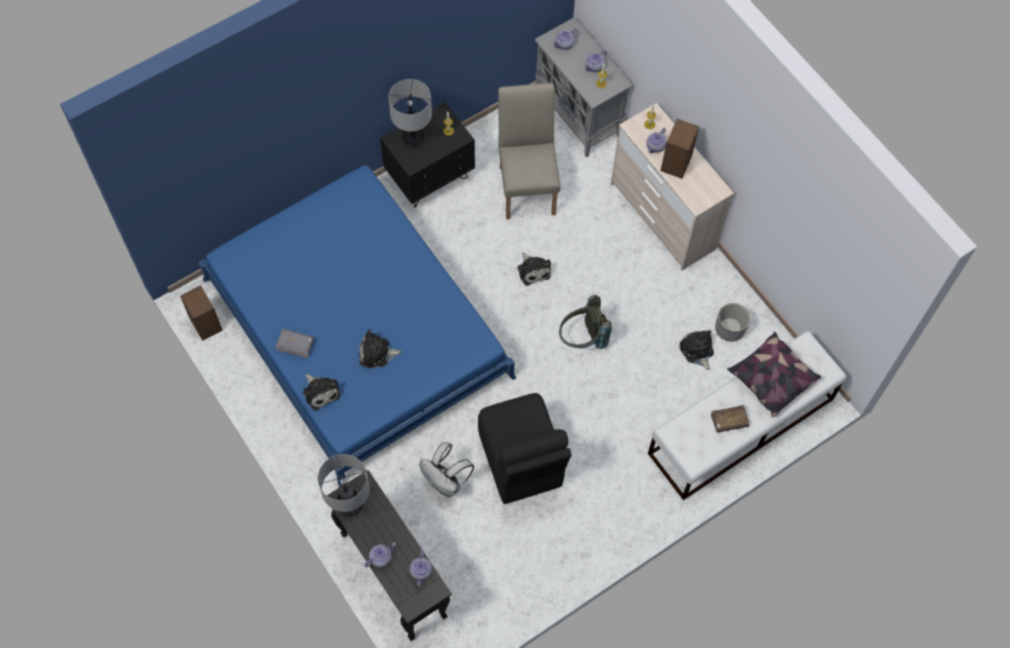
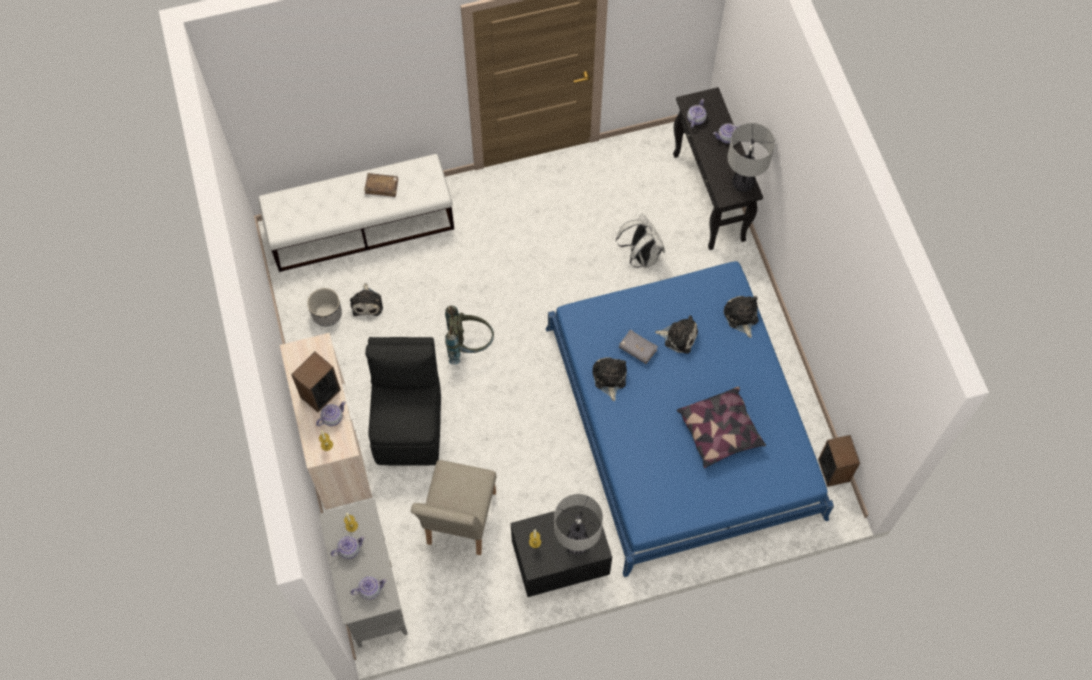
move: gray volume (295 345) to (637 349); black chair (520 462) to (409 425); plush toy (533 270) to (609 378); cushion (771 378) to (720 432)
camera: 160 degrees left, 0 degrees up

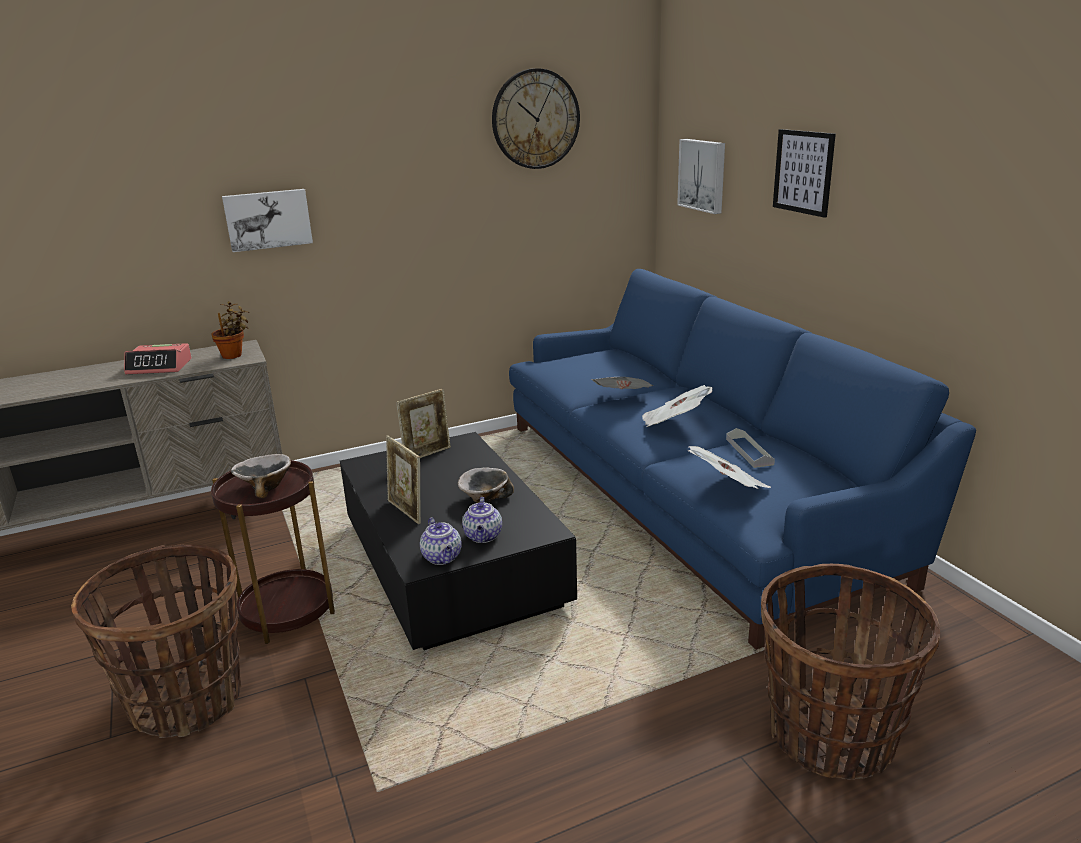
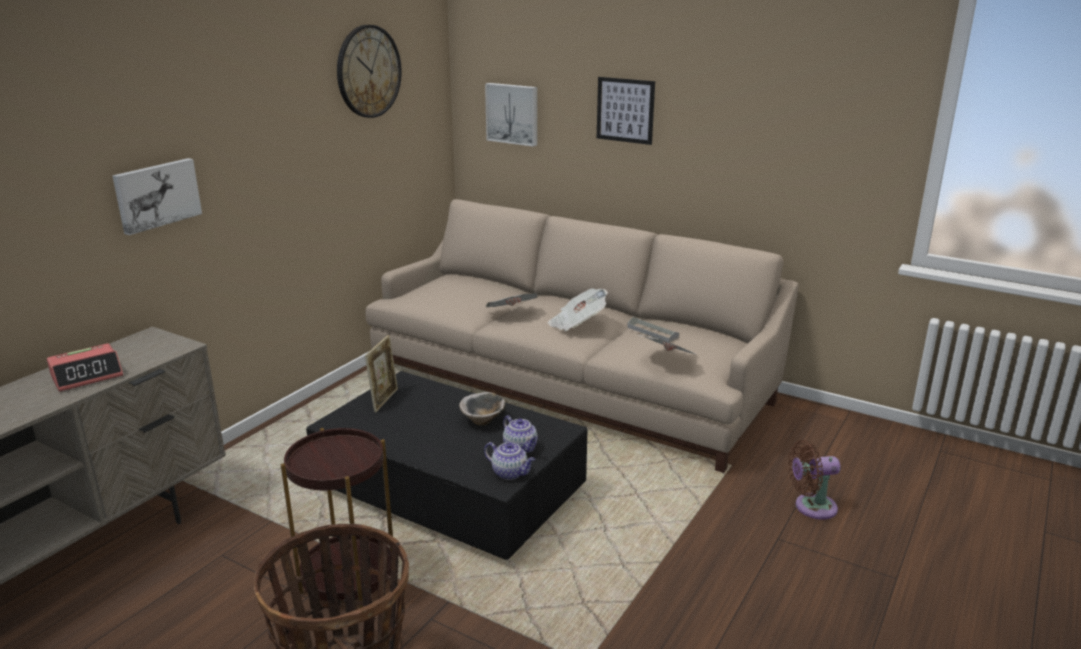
delete: houseplant (234 355); serving bowl (265 487); picture frame (406 511)
replace: storage basket (830 737) to brown-coloured cooling fan (811 507)
recolor: blue couch (688 492) to beige-coloured couch (570 381)
camera: 35 degrees left, 0 degrees up

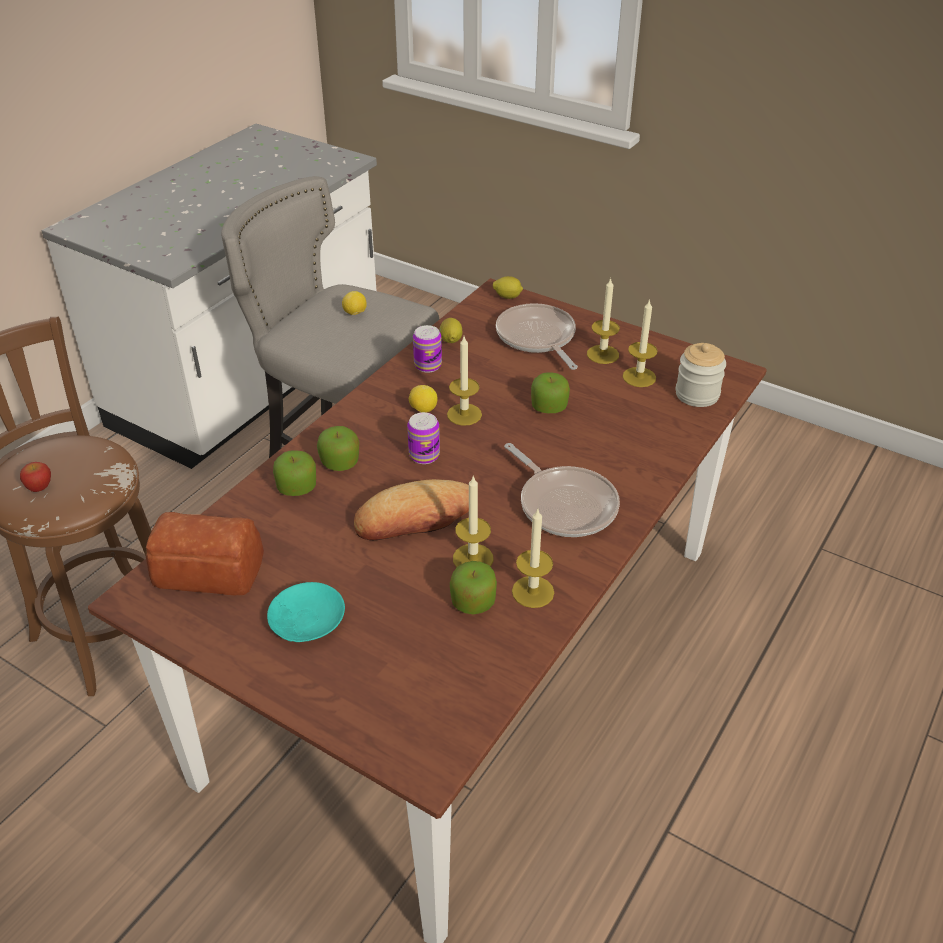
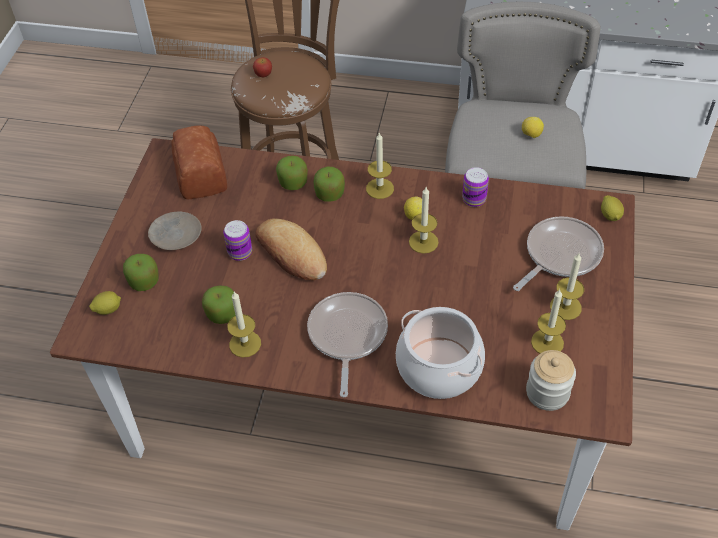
insert: stockpot (439 367)
move: metal can (424 455) to (240 252); lemon (450 341) to (108 309); candle (473 558) to (379 188); apple fruit (549 407) to (144 281)
recolor: turquoise plate (306 619) to beige-coloured plate (175 235)
rotate: skillet (564 504) = (347 336) 150 degrees clockwise
camera: 70 degrees right, 10 degrees up

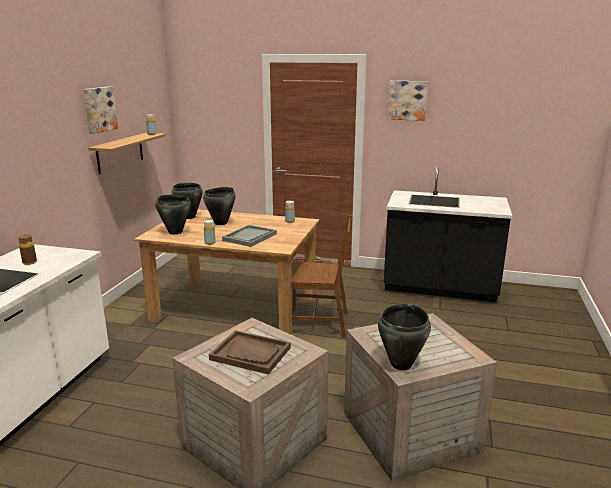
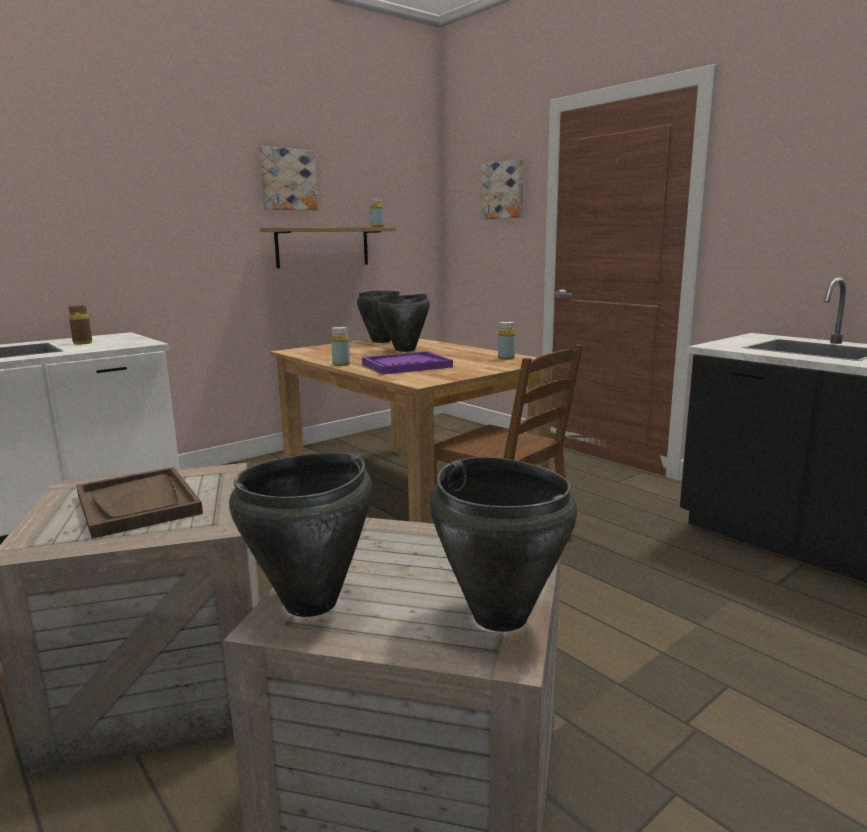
move: black stockpot (175 232) to (500 615); wall picture (407 100) to (503 190)
recolor: gray serving tray (250 237) to purple serving tray (406 366)
camera: 35 degrees right, 5 degrees down

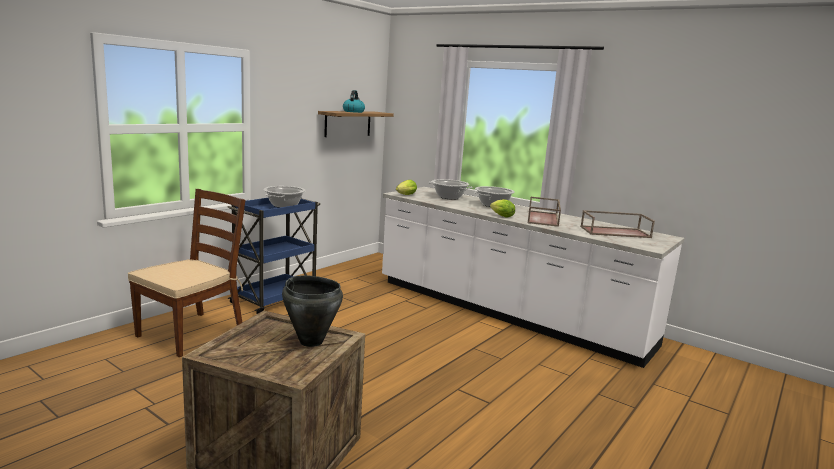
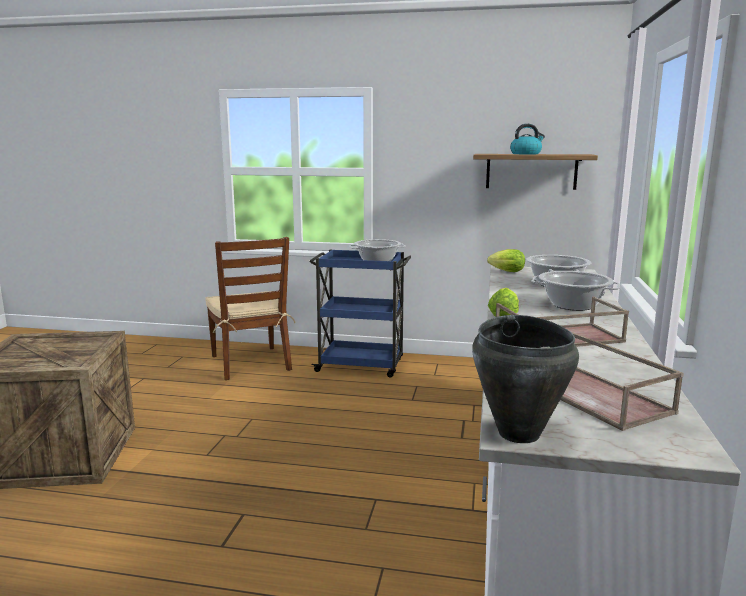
move: black stockpot (311 341) to (519 433)
rotate: brown-coloured chair (191 333) = (251 363) 60 degrees clockwise
camera: 65 degrees right, 0 degrees up

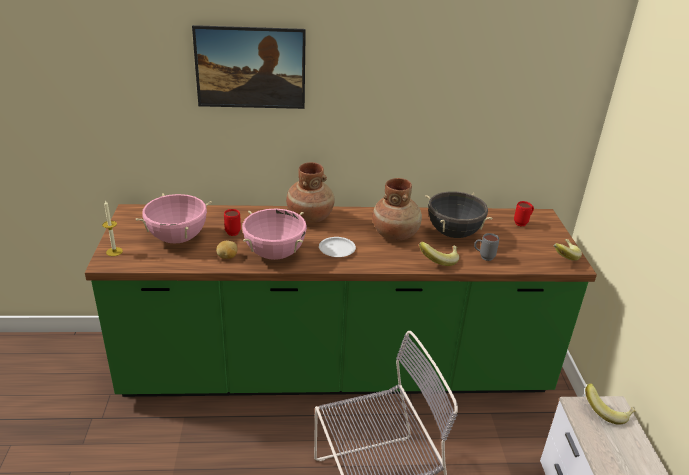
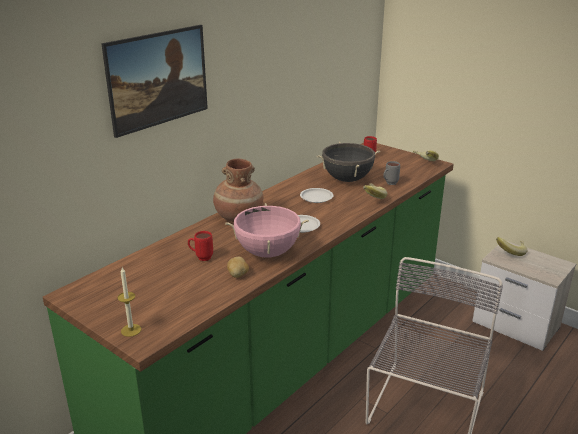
delete: pinkish stockpot (178 238)
replace: brown-coloured vase (395 234) to whitish plate (316 197)
camera: 45 degrees left, 5 degrees down

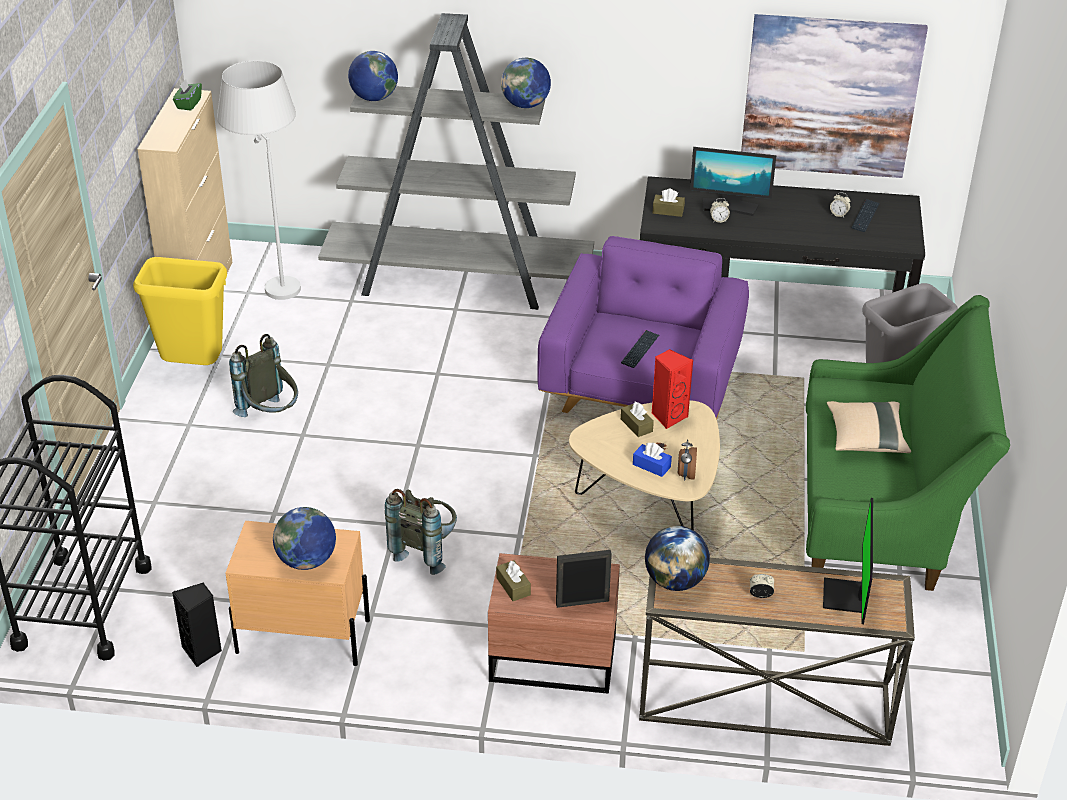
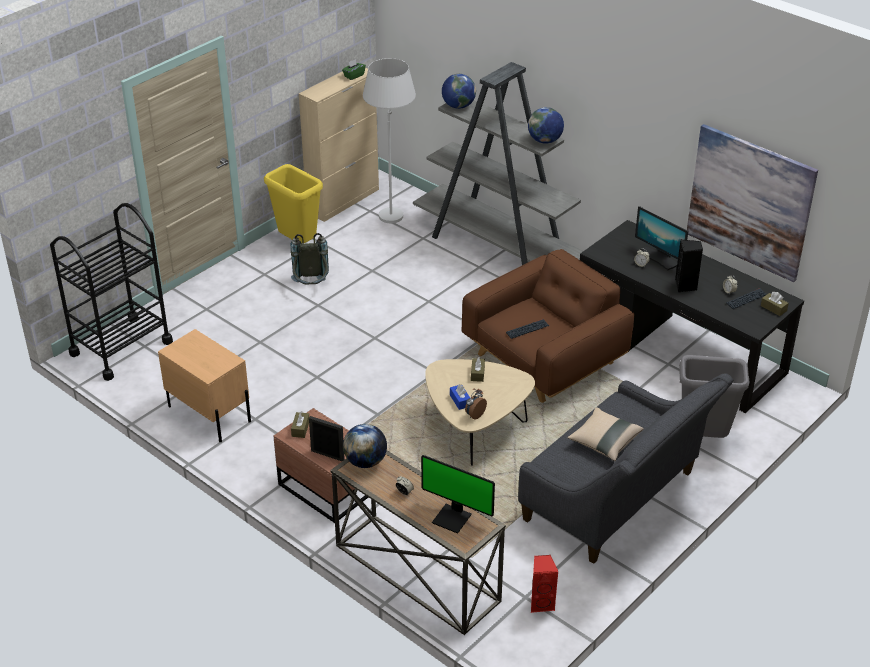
delete: world globe (306 561); gray backpack (425 550)
move: black audio speaker (202 651) to (686 286); red-coloured audio speaker (668 416) to (541 603); brown-coloured tissue box (668 211) to (773 308)
recolor: purple armchair (641 385) to brown-coloured armchair (544 359); green-coloured couch (882 509) to gray couch (617 501)
rotate: computer display (847 597) = (453 518) 105 degrees counterclockwise
camera: 35 degrees right, 0 degrees up

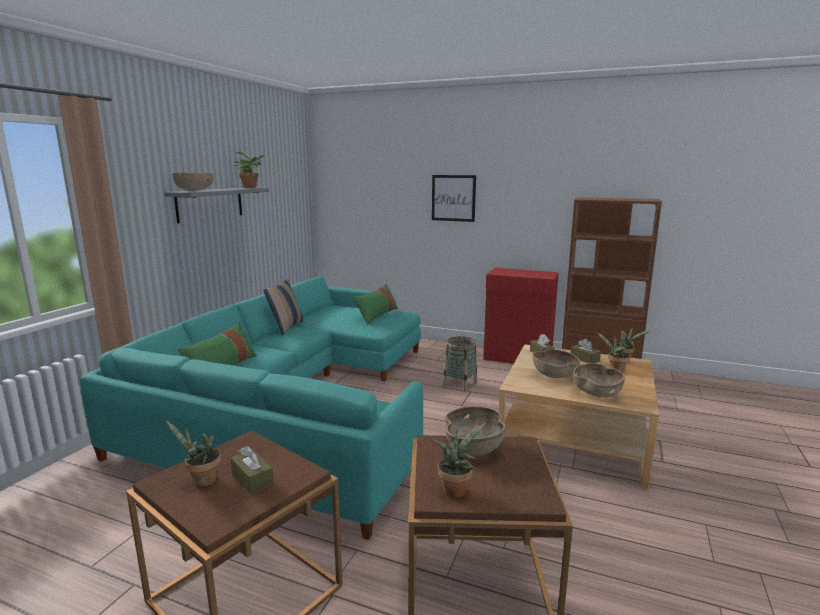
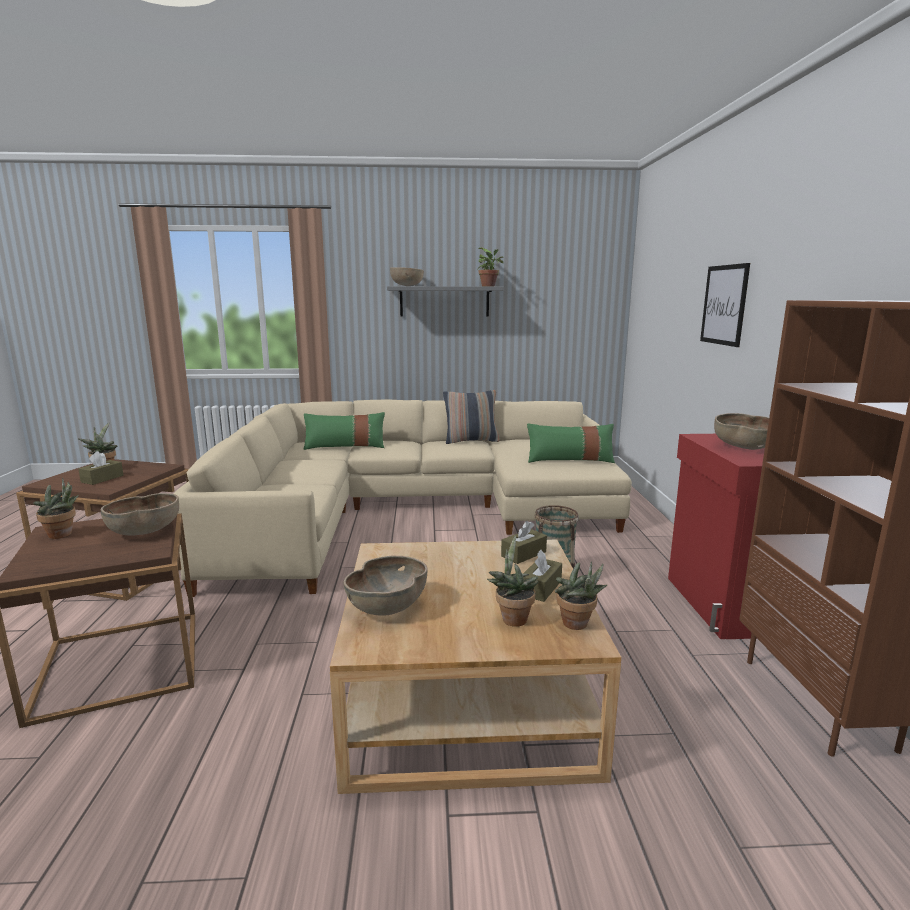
move: brown-coloured serving bowl (554 375) to (744 447)
recolor: turquoise couch (294 403) to beige-coloured couch (410 510)
camera: 65 degrees right, 0 degrees up

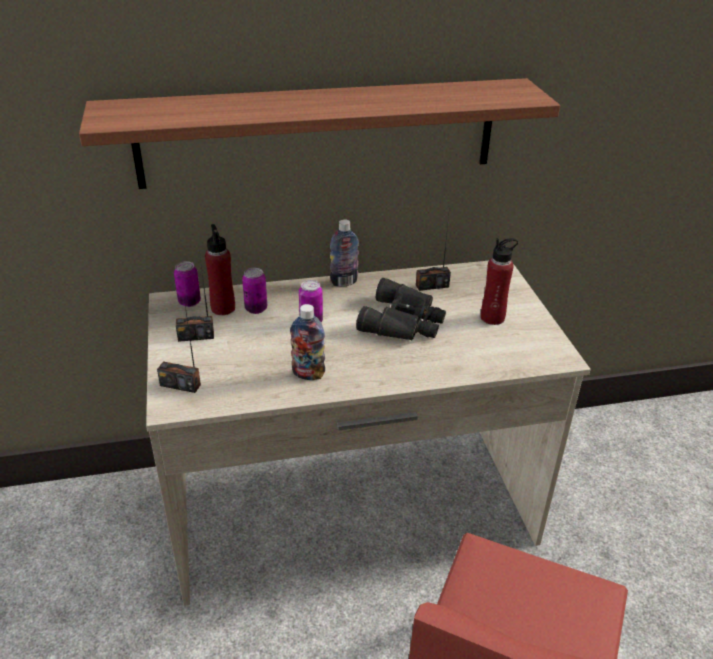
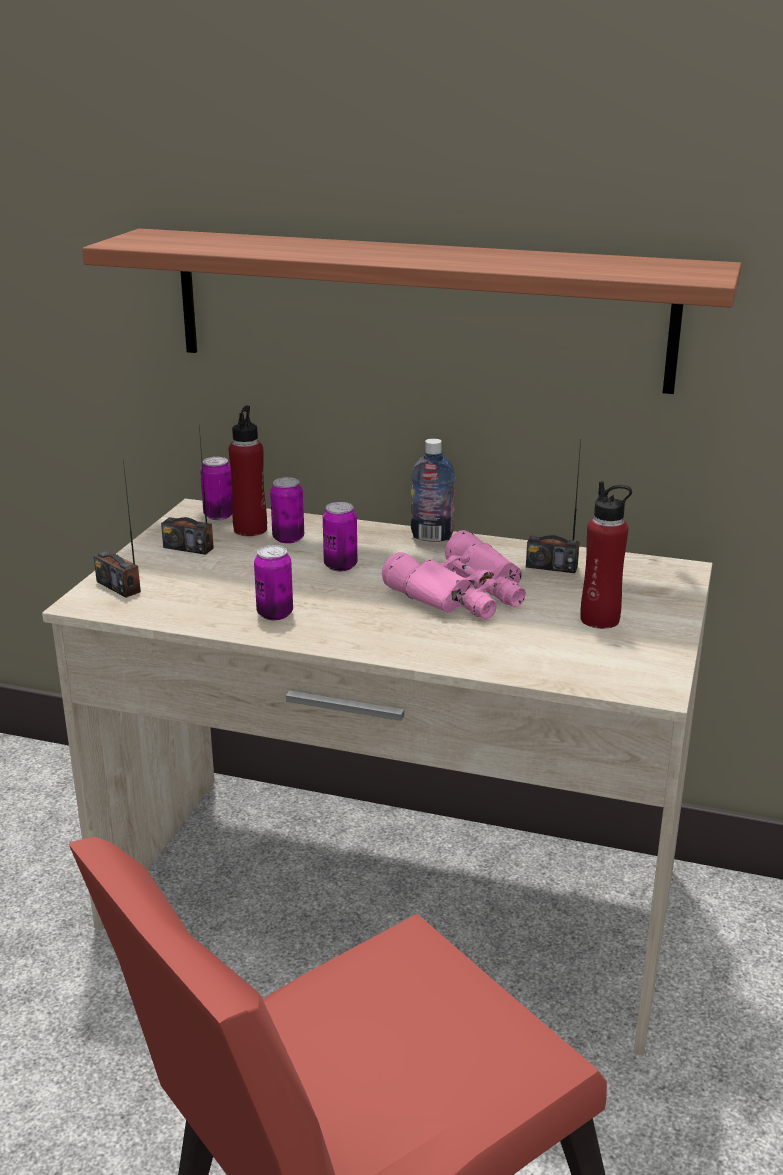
replace: drink bottle (308 374) to metal can (275 614)
recolor: black binoculars (404 322) to pinkish binoculars (464 594)
camera: 30 degrees right, 10 degrees down

